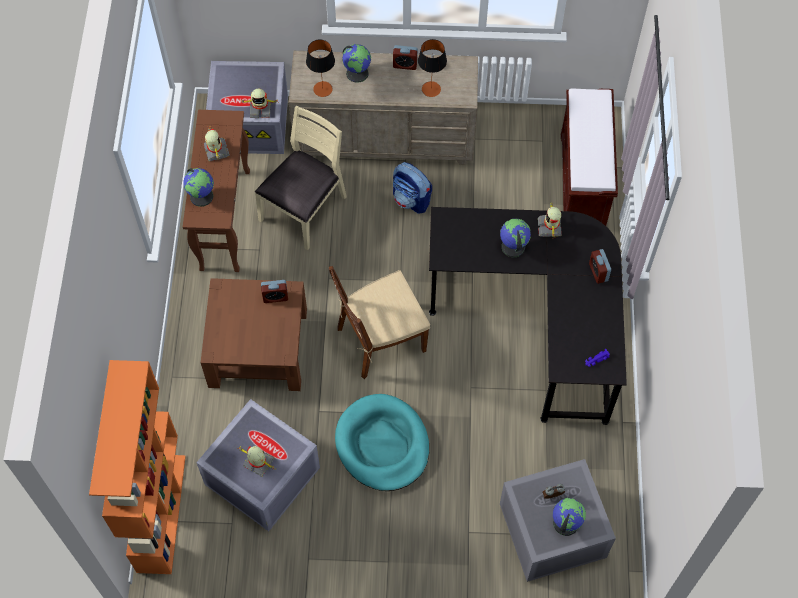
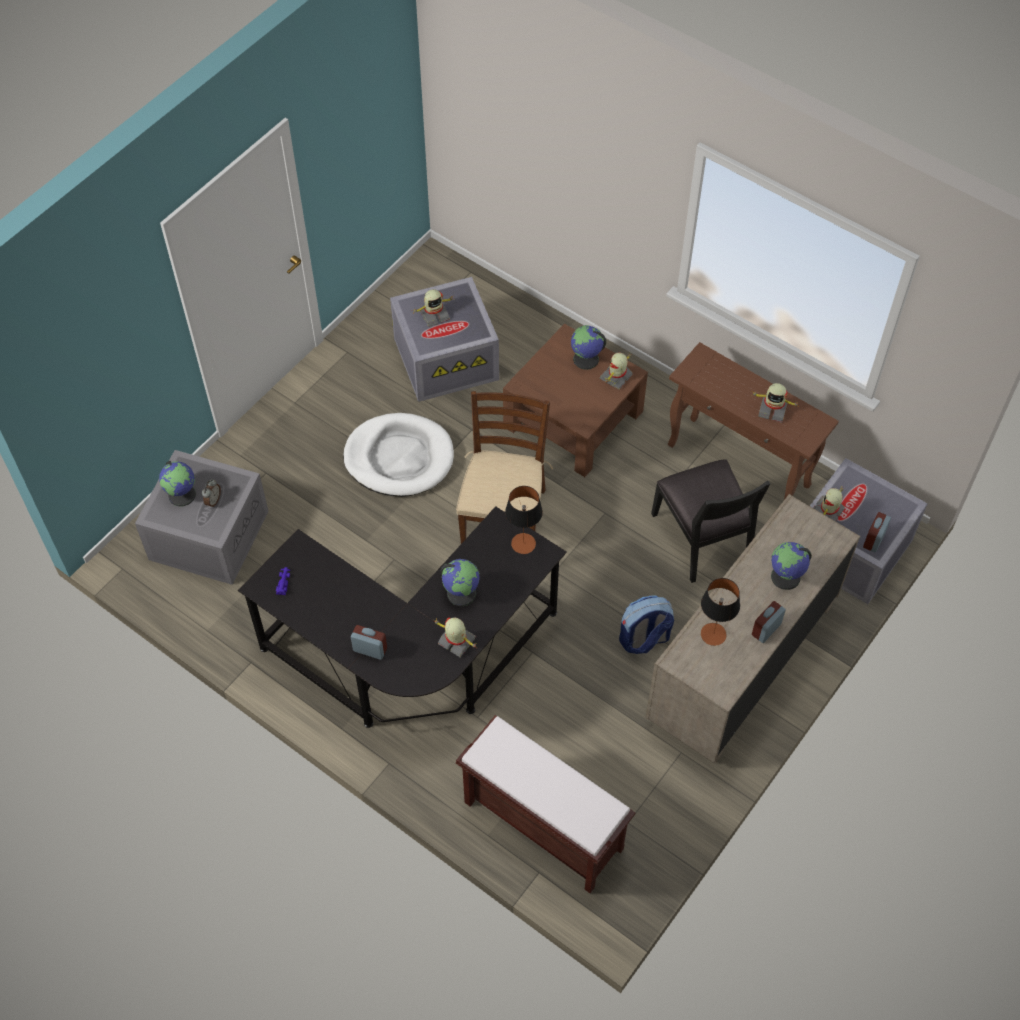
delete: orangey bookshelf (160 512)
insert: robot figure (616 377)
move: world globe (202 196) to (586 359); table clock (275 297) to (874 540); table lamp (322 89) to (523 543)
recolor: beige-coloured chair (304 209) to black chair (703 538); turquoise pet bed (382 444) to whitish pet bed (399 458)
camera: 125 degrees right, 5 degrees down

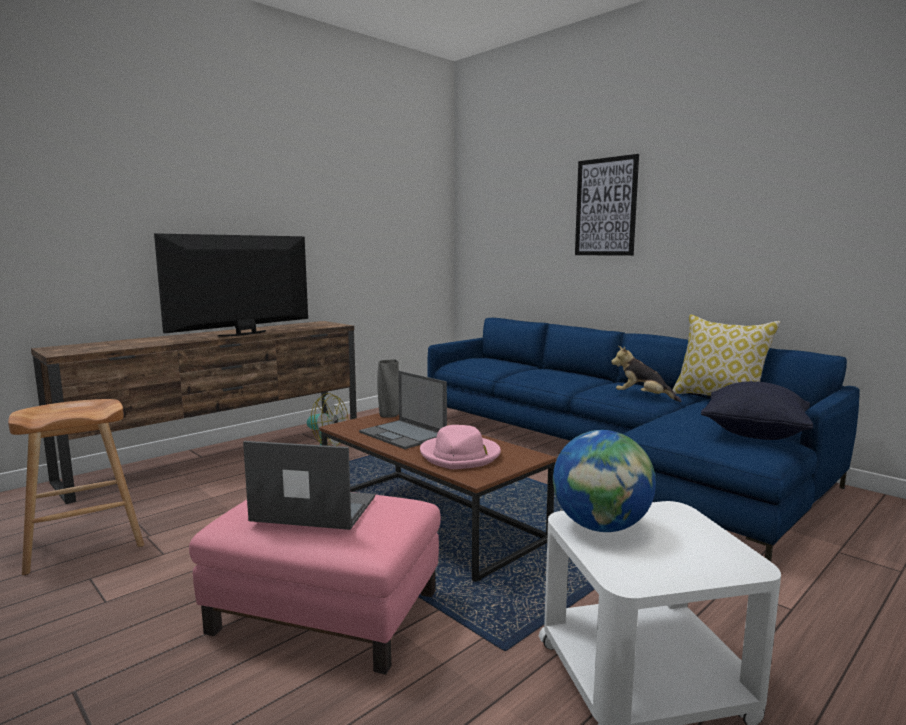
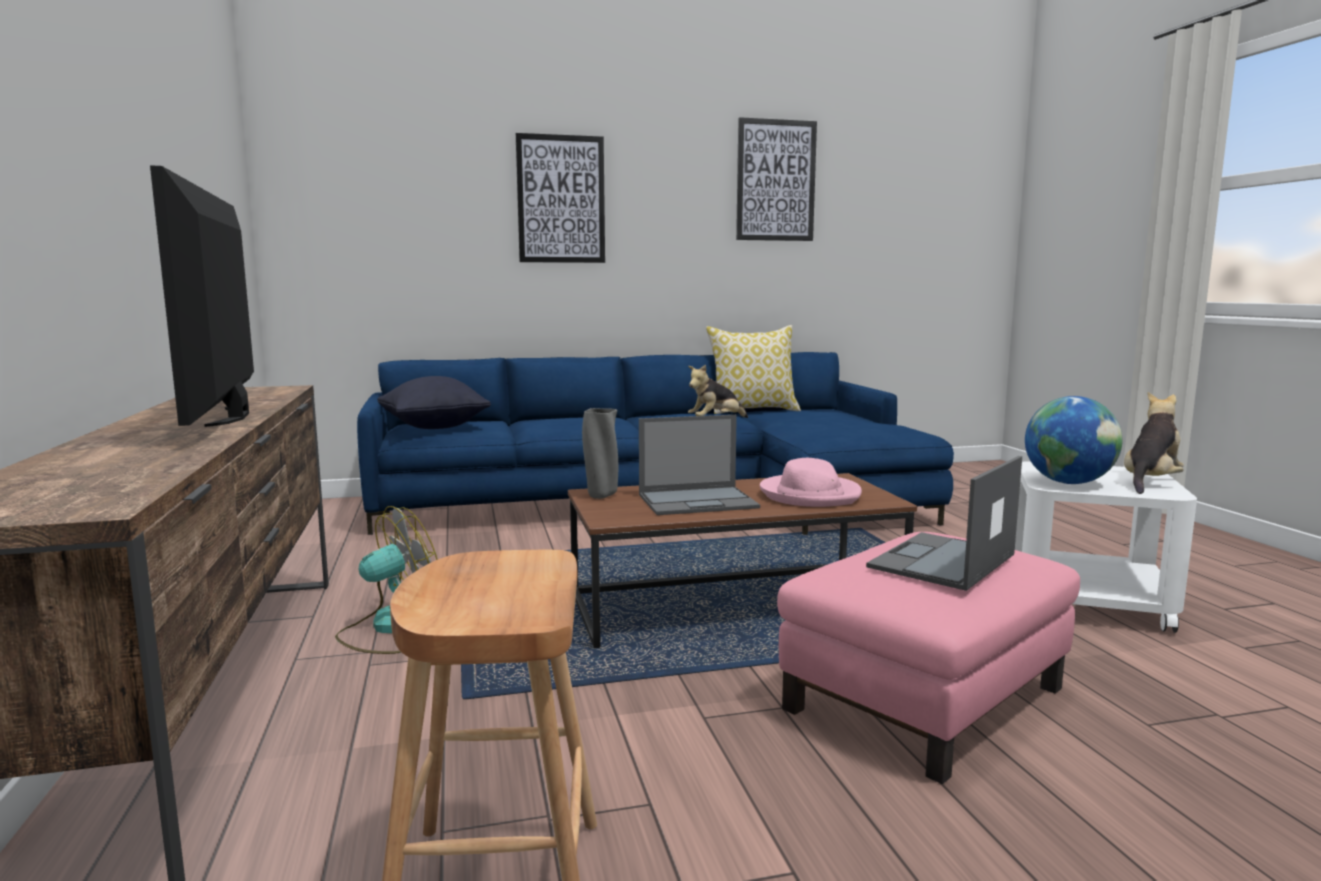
insert: wall picture (775 181); plush toy (1150 482)
move: black cushion (754 434) to (434 427)
camera: 60 degrees left, 0 degrees up

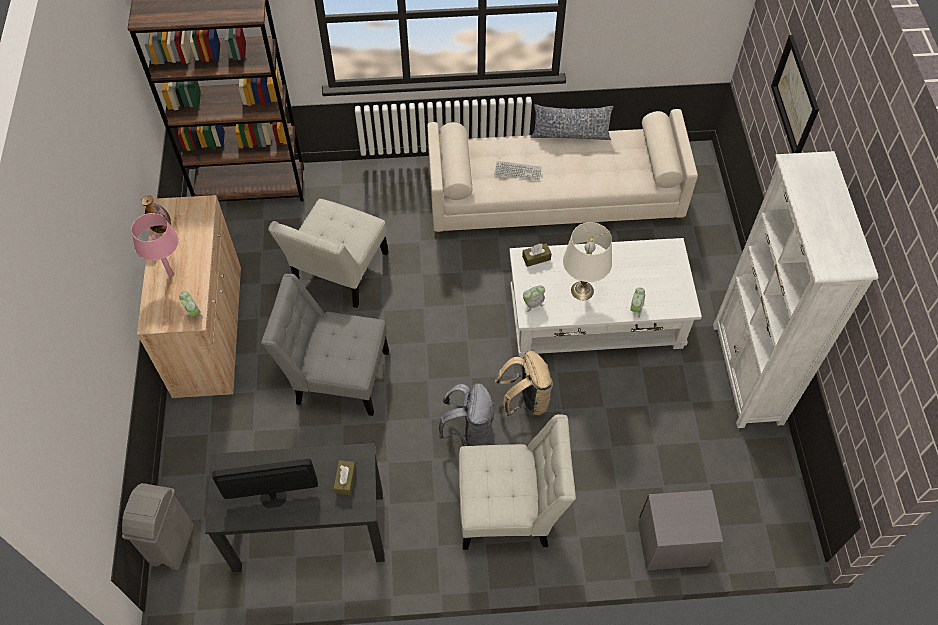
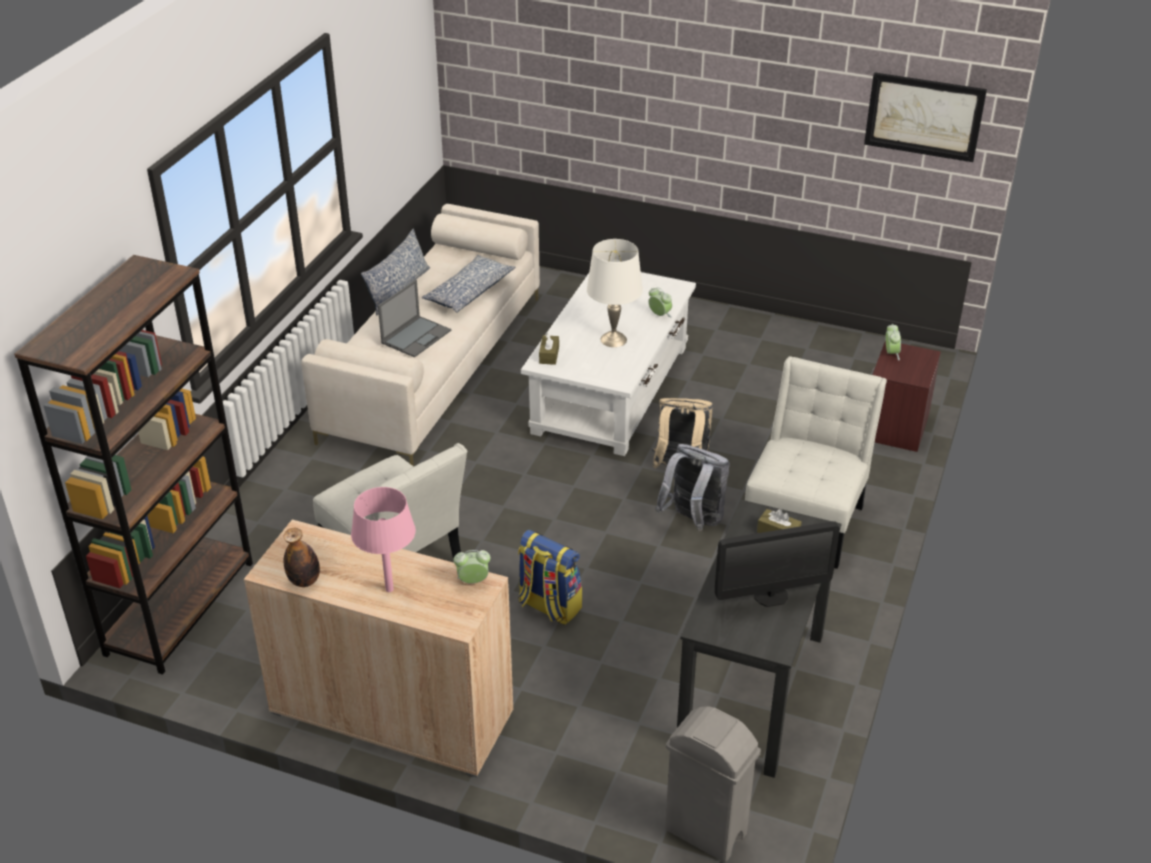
delete: whitish bookshelf (747 374)
insert: cushion (468 292)
move: table clock (533 304) to (891 353); wall picture (795 97) to (924 116)
replace: gray chair (337 375) to backpack (548 606); computer keyboard (518 171) to portable computer (416 336)
recolor: gray night table (672 543) to brown-coloured night table (896 427)
rotate: computer display (273 497) = (770 595) 120 degrees counterclockwise
camera: 65 degrees left, 20 degrees down

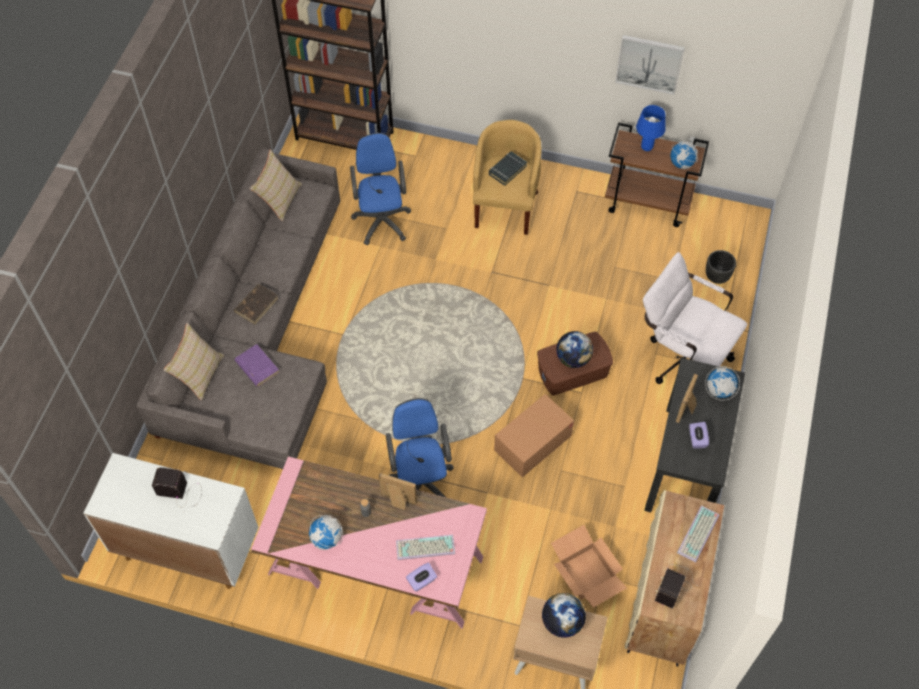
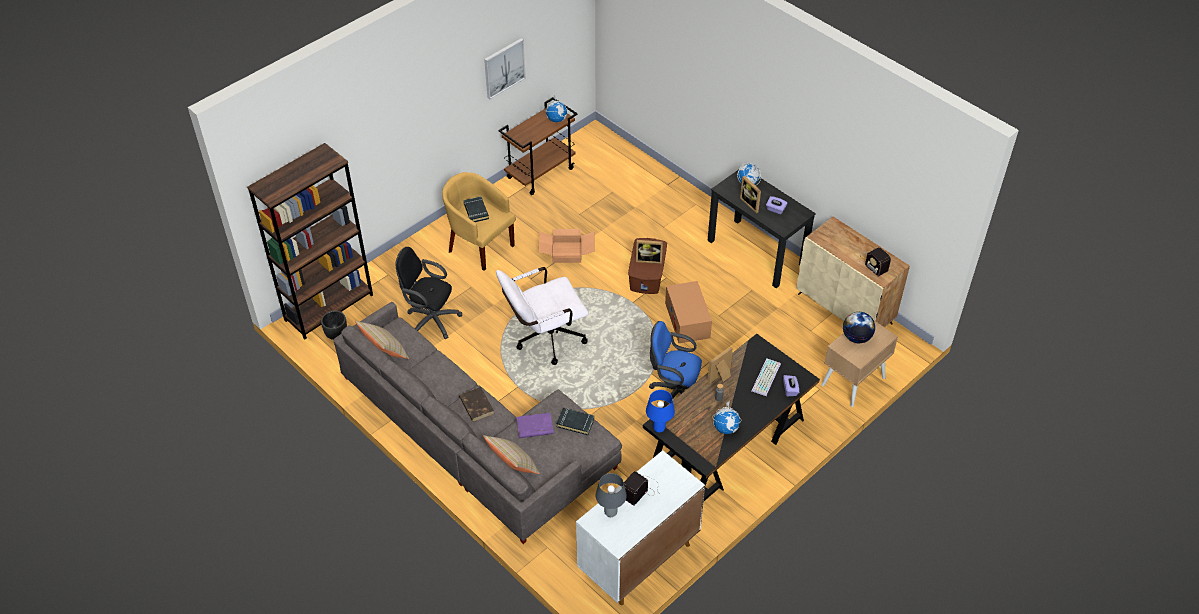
delete: computer keyboard (699 535)
insert: black volume (575 423); gray table lamp (610 512)
move: carton (585 573) to (566 253); blue table lamp (646 147) to (659 428); whitish computer chair (682 356) to (544 339); black flower pot (716 276) to (336 334)
replace: world globe (573 359) to picture frame (649 259)
recolor: pinkish desk table (375 566) to black desk table (727 449); blue computer chair (382 219) to black computer chair (430 319)
camera: 60 degrees left, 10 degrees down

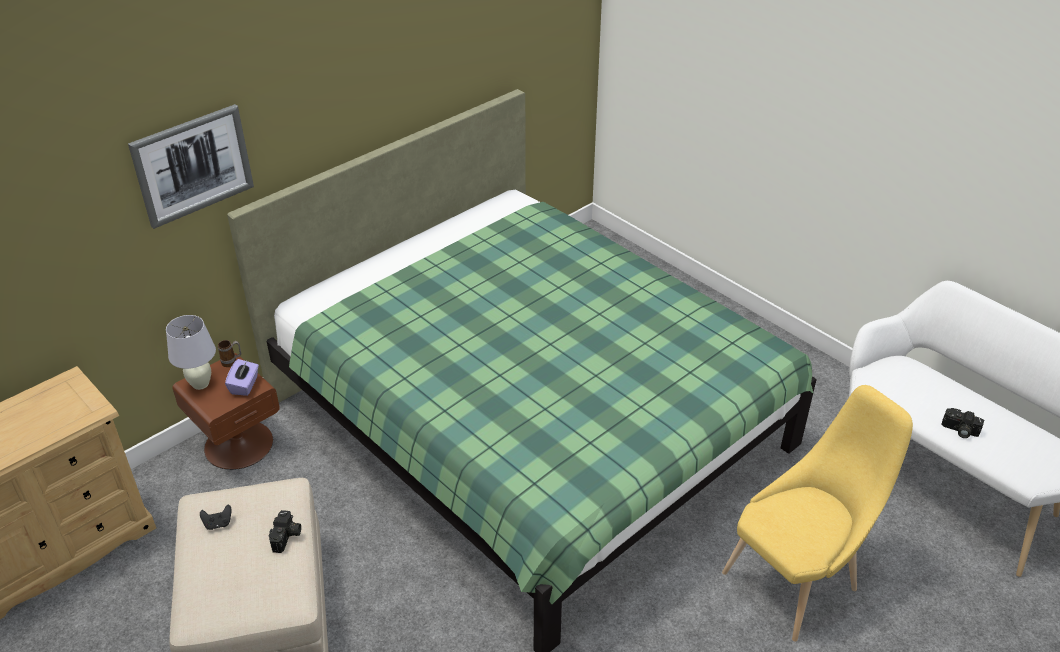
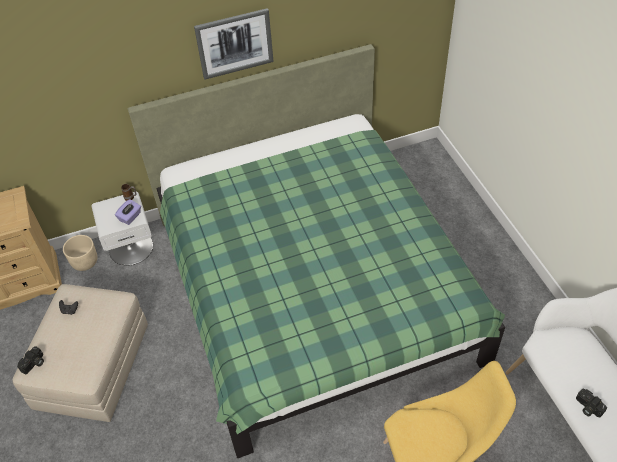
delete: whitish table lamp (200 384)
insert: beige-coloured flower pot (85 262)
move: wall picture (193 165) to (234 43); photo camera (287 537) to (34 364)
recolor: brown-coloured night table (238 444) to whitish night table (131 247)
camera: 25 degrees right, 10 degrees up

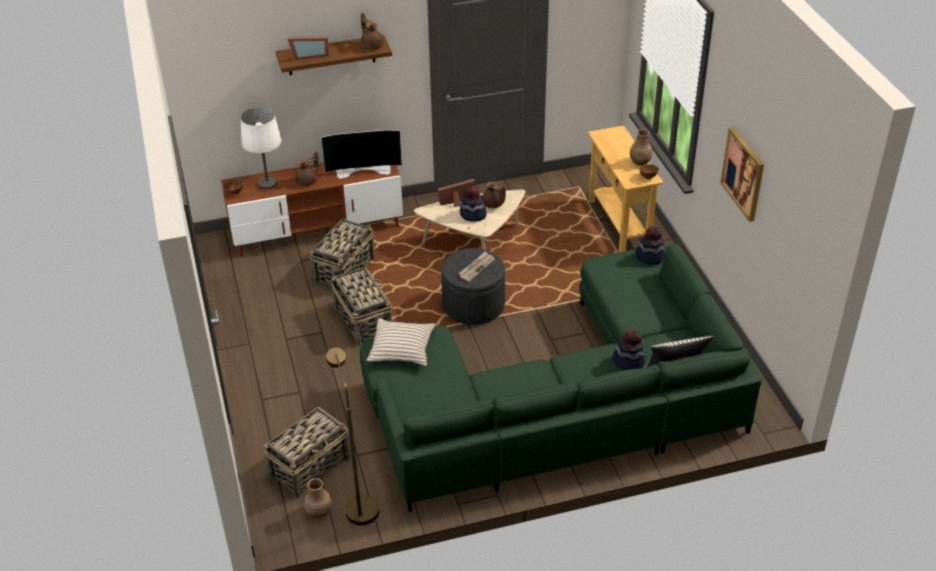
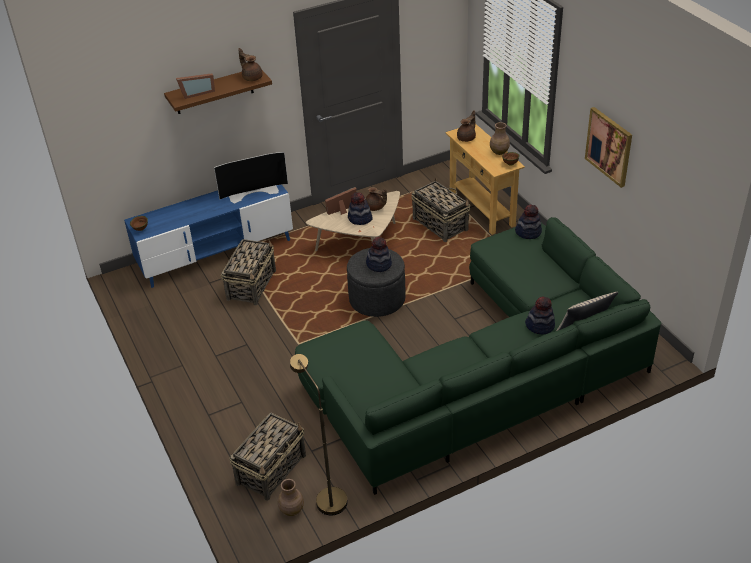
delete: whitish table lamp (268 183); beige-coloured cushion (402 348)
move: brown-coloured tea pot (308 181) to (467 138); storage basket (363 320) to (440 224)
replace: printed paper (476 267) to wearable hat (379 264)
recolor: brown-coloured media console (317 230) to blue media console (216 253)
camera: 10 degrees left, 0 degrees up

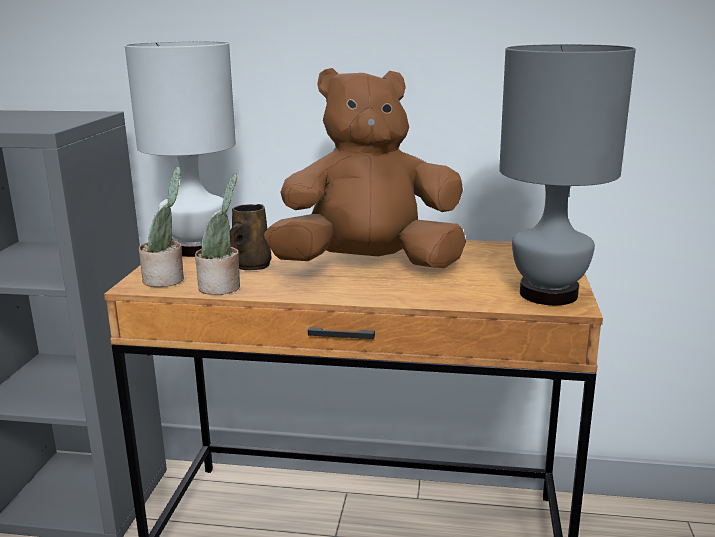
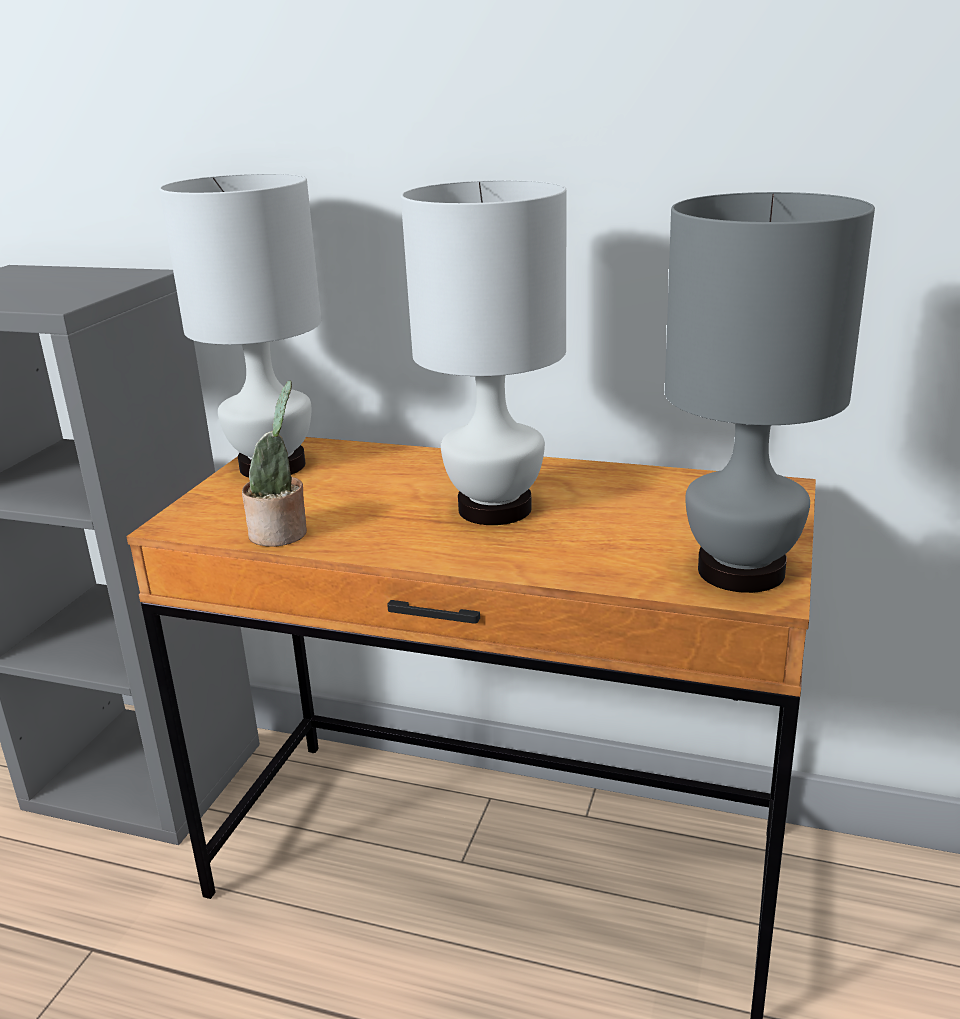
delete: houseplant (167 280); brown-coloured coffee mug (250 266)
replace: brown-coloured plush toy (369 267) to whitish table lamp (496 508)
camera: 10 degrees right, 5 degrees up

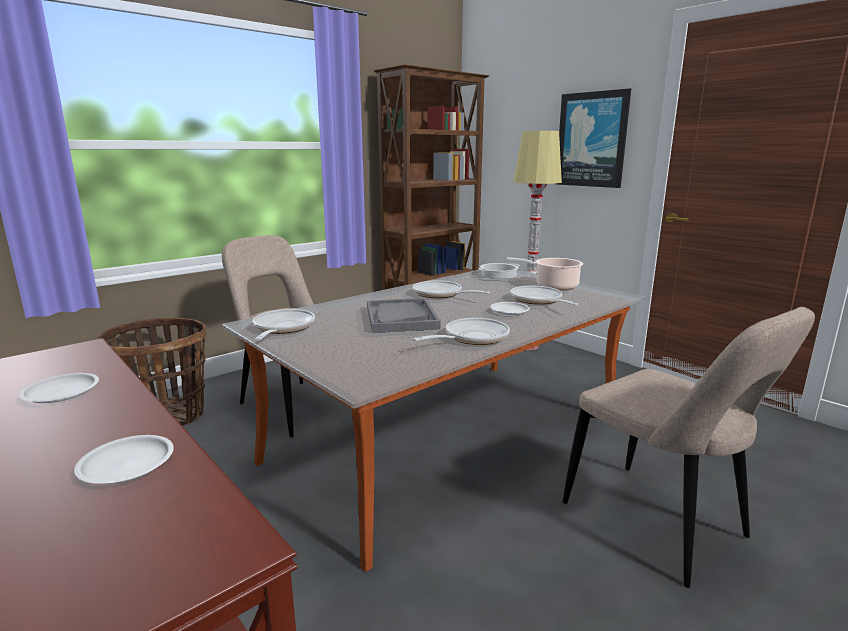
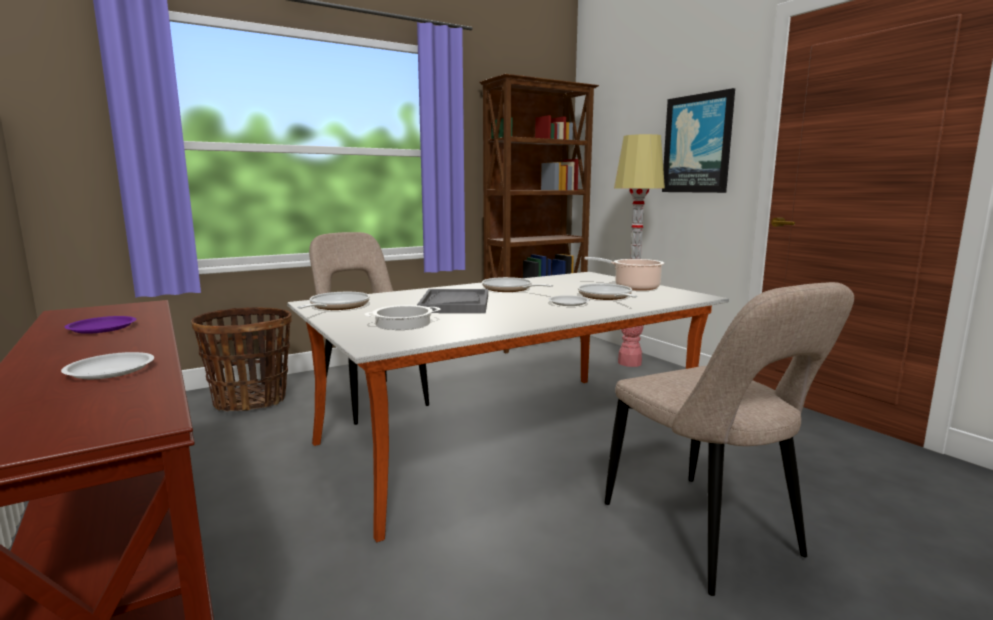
delete: skillet (471 338)
move: stockpot (498 275) to (402 323)
recolor: whitish plate (62 392) to purple plate (103 328)
camera: 10 degrees right, 5 degrees down

